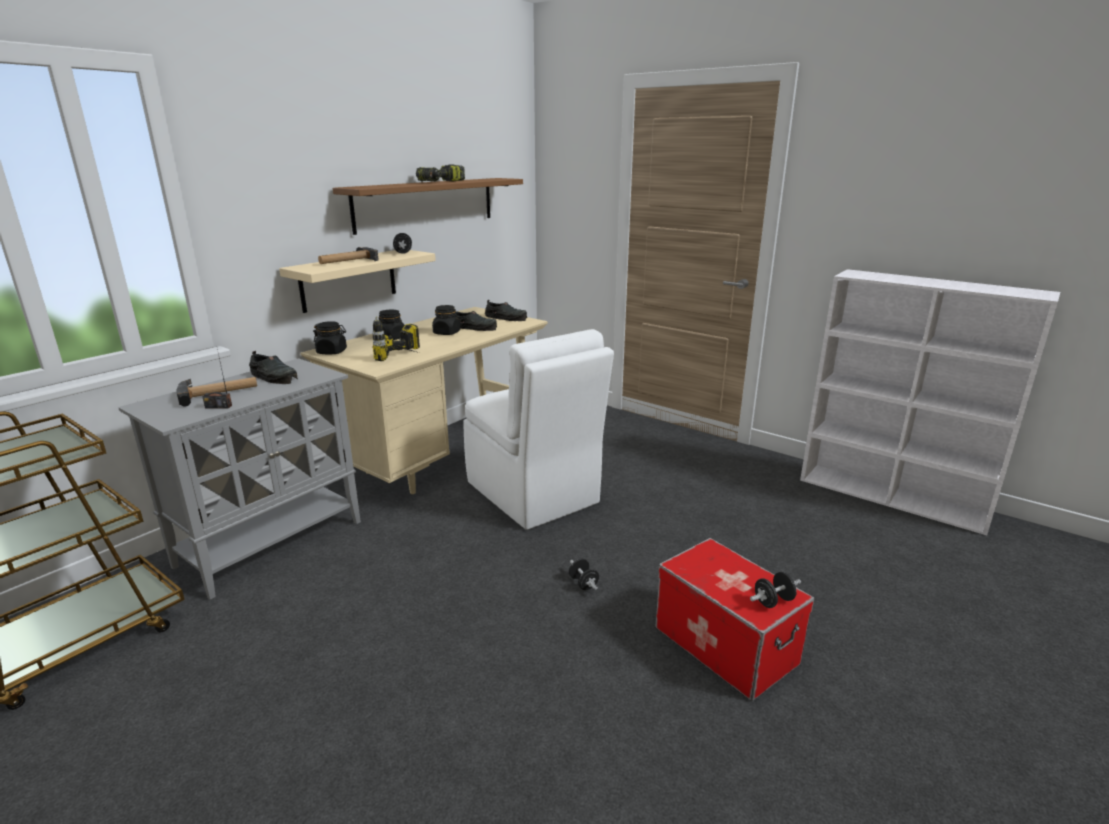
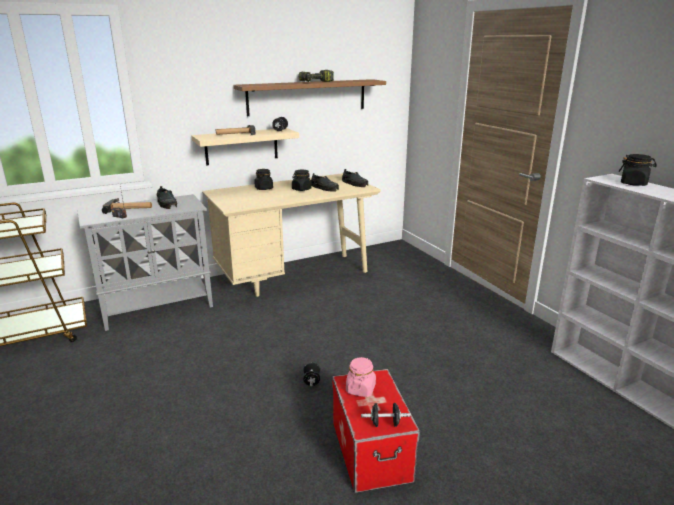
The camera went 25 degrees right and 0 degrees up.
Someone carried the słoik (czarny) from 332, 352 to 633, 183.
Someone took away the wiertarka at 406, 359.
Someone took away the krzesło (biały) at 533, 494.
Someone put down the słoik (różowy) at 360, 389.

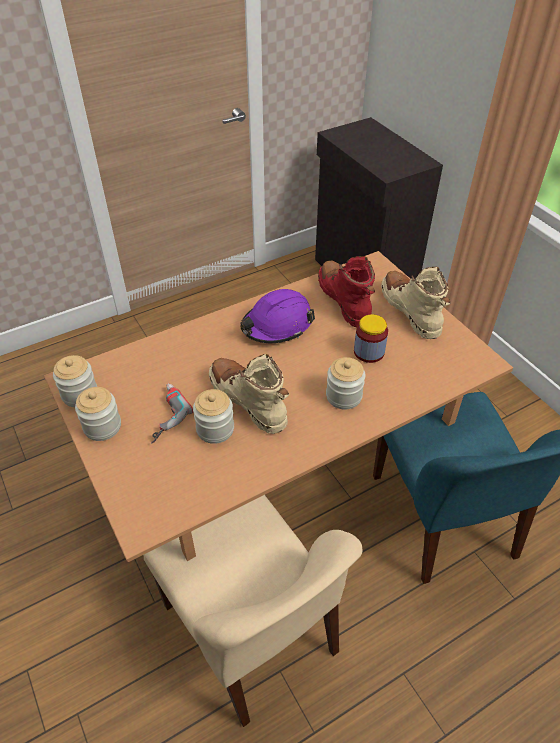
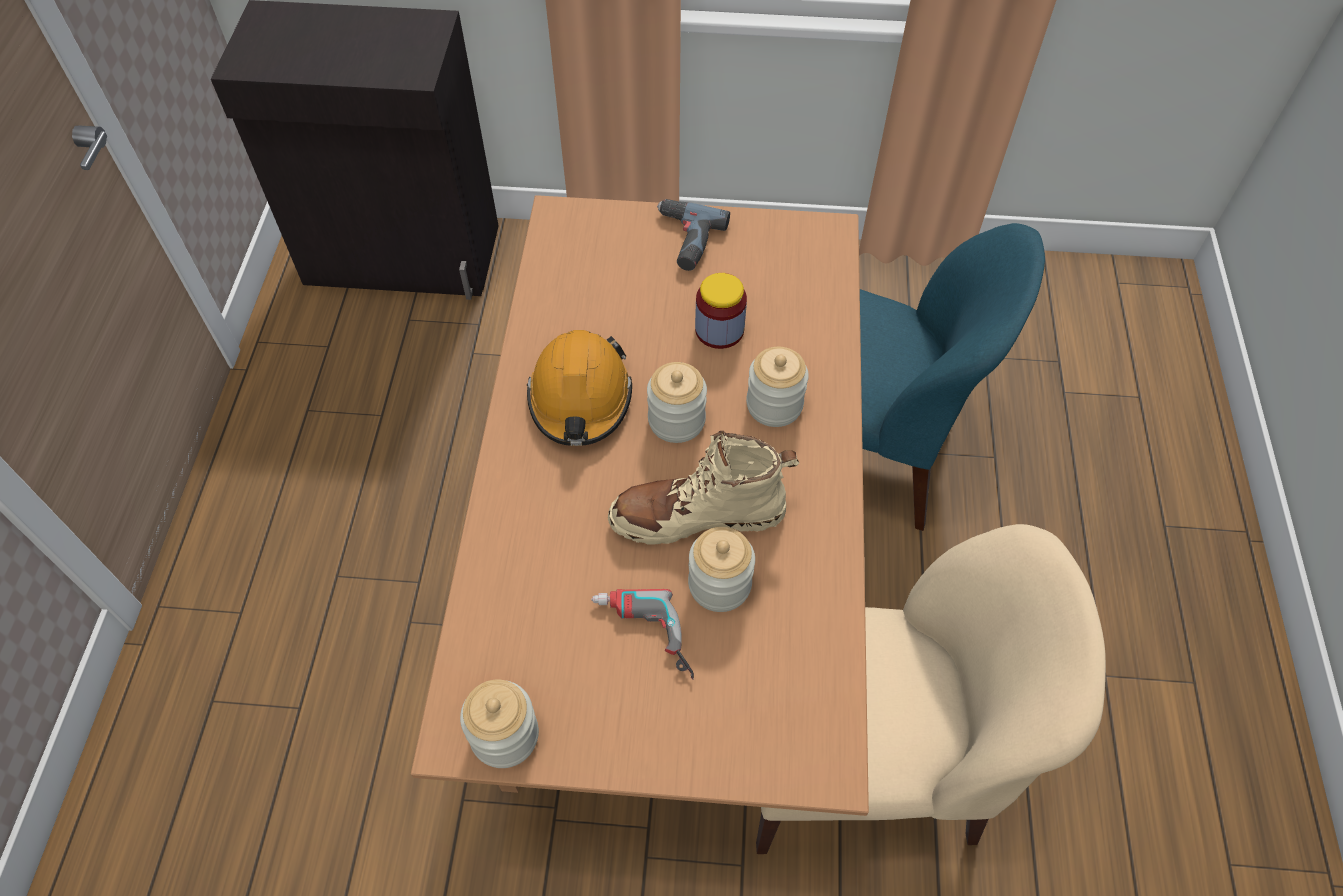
The camera went 55 degrees left and 10 degrees up.
Someone carried the słoik from 102, 426 to 676, 420.
Someone repainted the kask (fioletowy) at 277, 325, which became the kask (pomarańczowy) at 580, 398.
Someone took away the but z cholewką (czerwony) at 344, 300.
Someone swapped the but z cholewką (beżowy) at 410, 311 for the wiertarka at 684, 240.

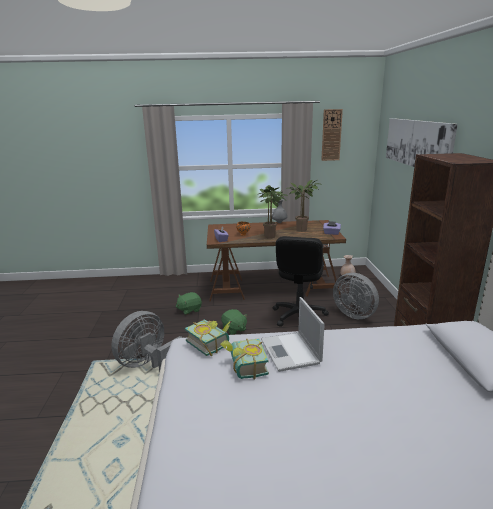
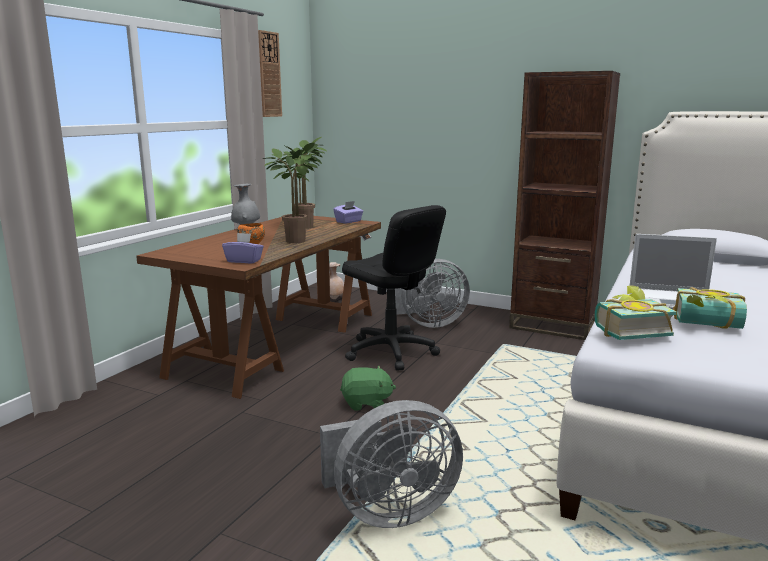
The camera went 60 degrees left and 5 degrees down.
Someone rotated the wentylator (szary) at 148, 365 by 90 degrees counterclockwise.
Someone took away the pluszak (zielony) at 189, 310.
Someone took away the obraz at 417, 143.

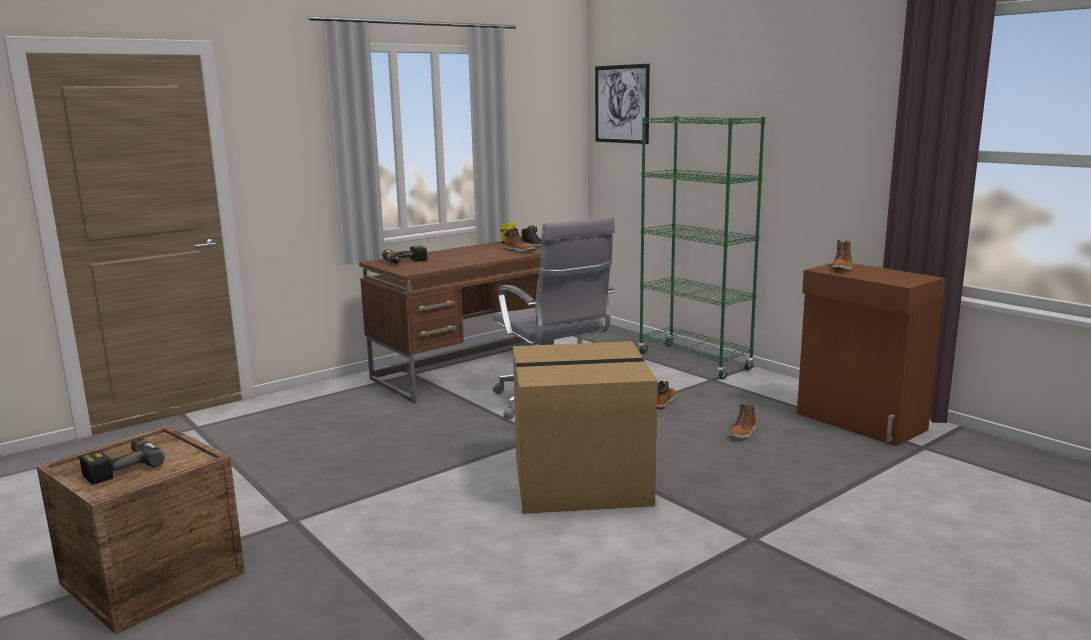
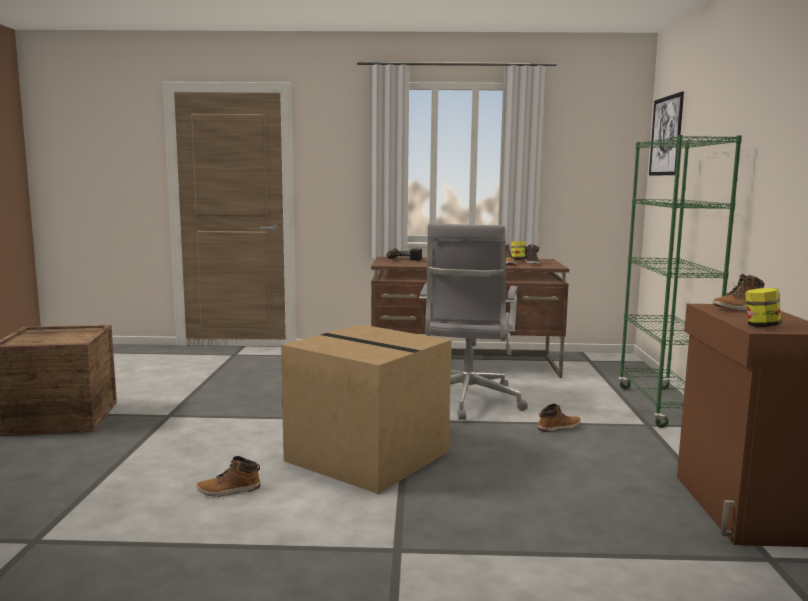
The camera went 40 degrees right and 5 degrees down.
Someone took away the wiertarka at 121, 467.
Someone carried the but z cholewką from 743, 433 to 229, 491.
Someone put down the słoik at 761, 326.

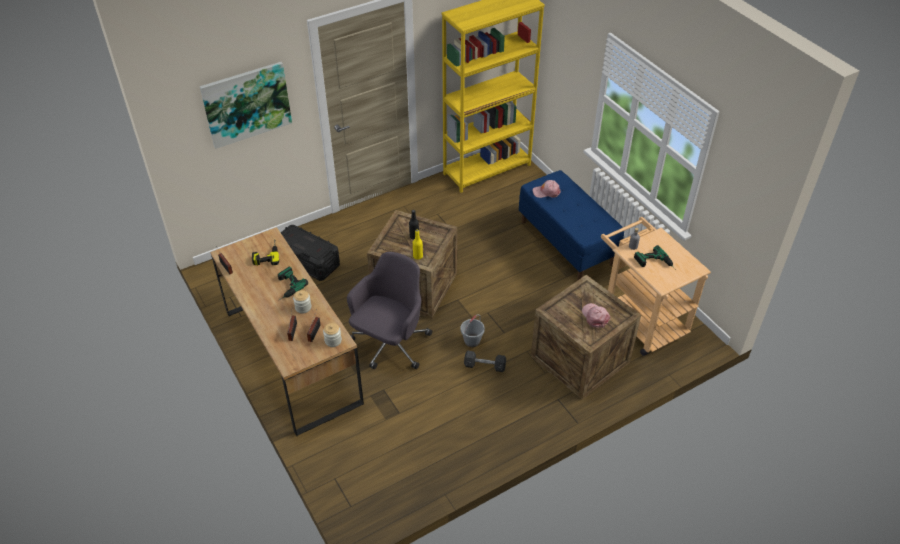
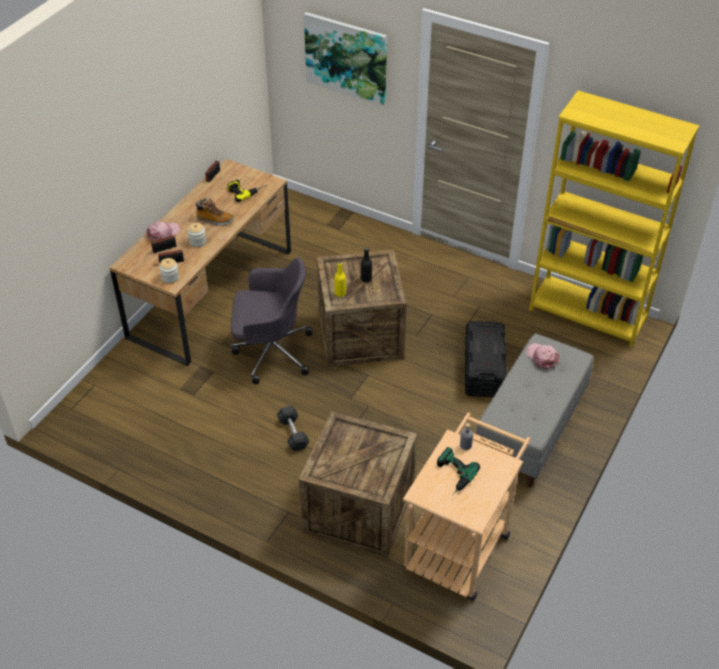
The camera went 60 degrees right and 0 degrees up.
Someone swapped the wiertarka at 286, 287 for the but z cholewką at 215, 220.
Someone carried the pojemnik do przechowywania (czarny) from 308, 261 to 483, 369.
Someone took away the wiadro (szary) at 472, 341.
Someone repainted the ławka (niebieski) at 567, 242, which became the ławka (szary) at 530, 431.
Someone carried the czapka z daszkiem (różowy) from 595, 316 to 163, 233.

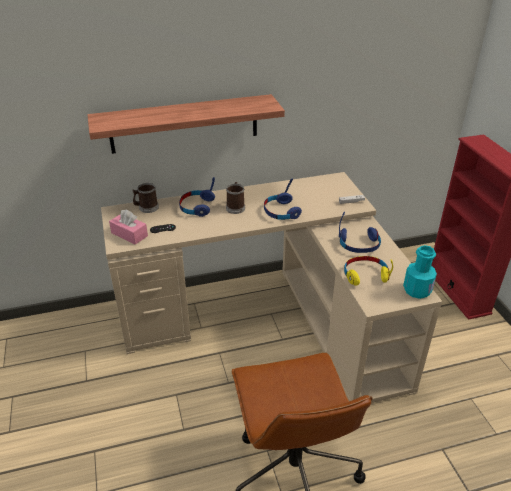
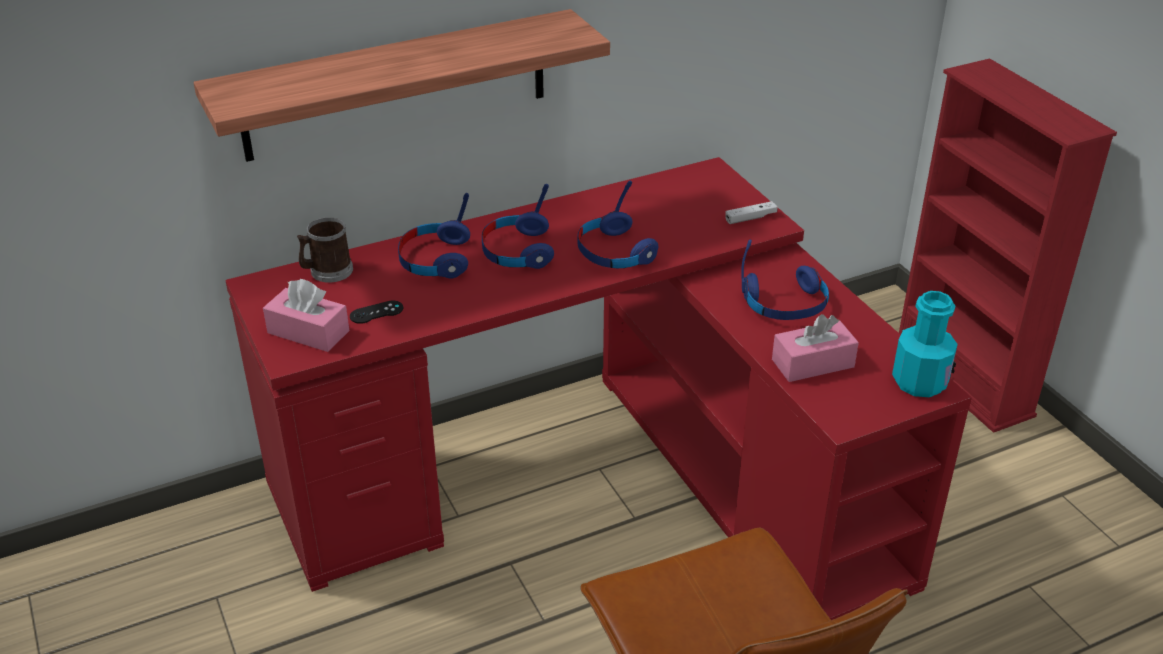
The camera went 10 degrees left and 0 degrees up.
Someone repainted the biurko (beżowy) at 273, 318, which became the biurko (czerwony) at 605, 477.
Someone swapped the kubek at 235, 207 for the słuchawki (niebieski) at 517, 251.
Someone swapped the słuchawki (żółty) at 365, 275 for the pudełko chusteczek (różowy) at 812, 363.

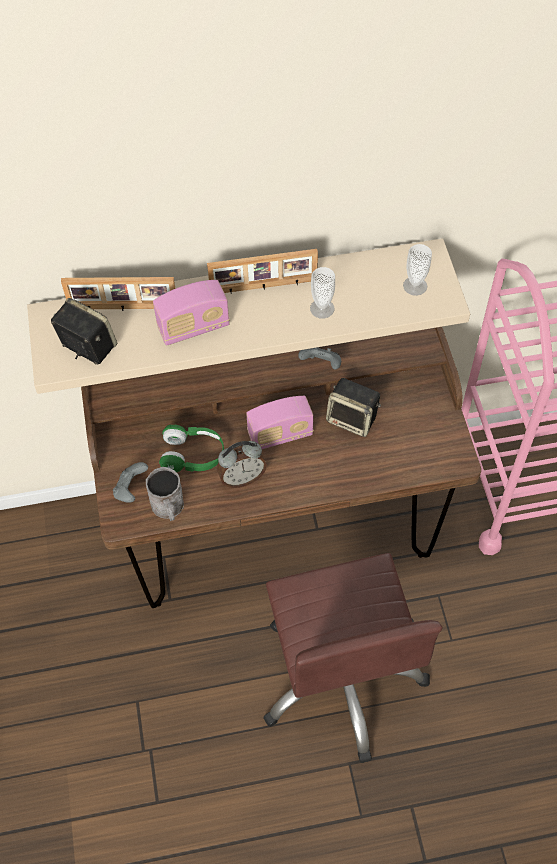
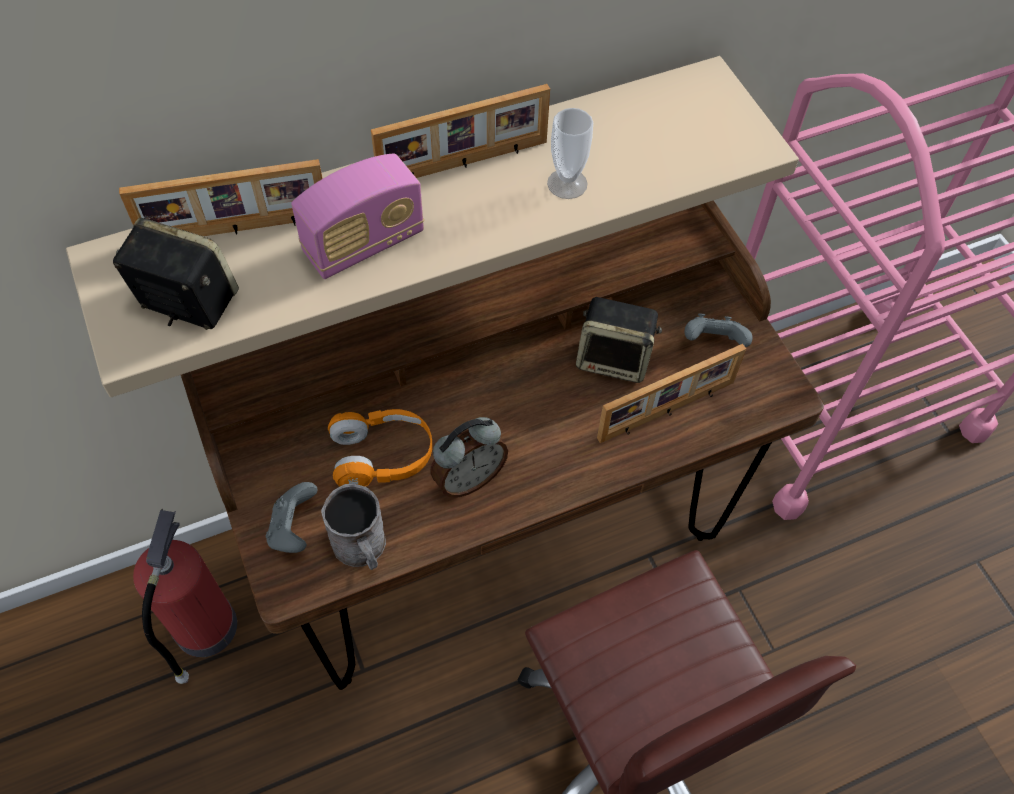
The camera went 15 degrees left and 0 degrees up.
Someone repainted the słuchawki (zielony) at 193, 455, which became the słuchawki (pomarańczowy) at 382, 456.
Someone took away the radio at 280, 435.
Someone carried the pad do gier (szary) from 321, 364 to 713, 342.
Someone took away the filiżanka at 415, 286.
Someone put down the gaśnica at 204, 630.
Someone put down the ramka na zdjęcie at 667, 412.

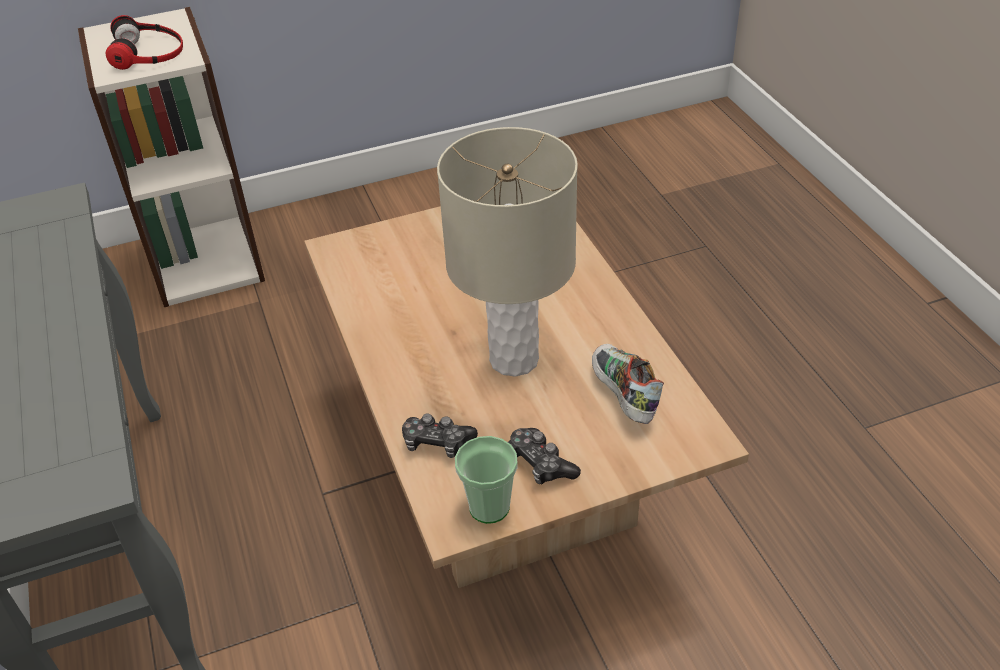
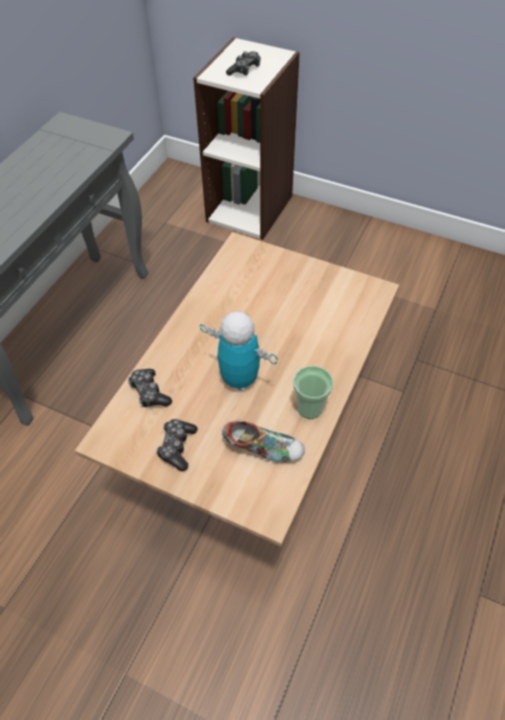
The camera went 45 degrees right and 10 degrees up.
Someone swapped the słuchawki at 148, 51 for the pad do gier at 244, 70.
Someone swapped the lampa stołowa (beżowy) at 513, 360 for the robot zabawkowy at 239, 379.
Someone carried the filiżanka from 489, 507 to 310, 408.
Someone rotated the but at 622, 396 by 75 degrees clockwise.

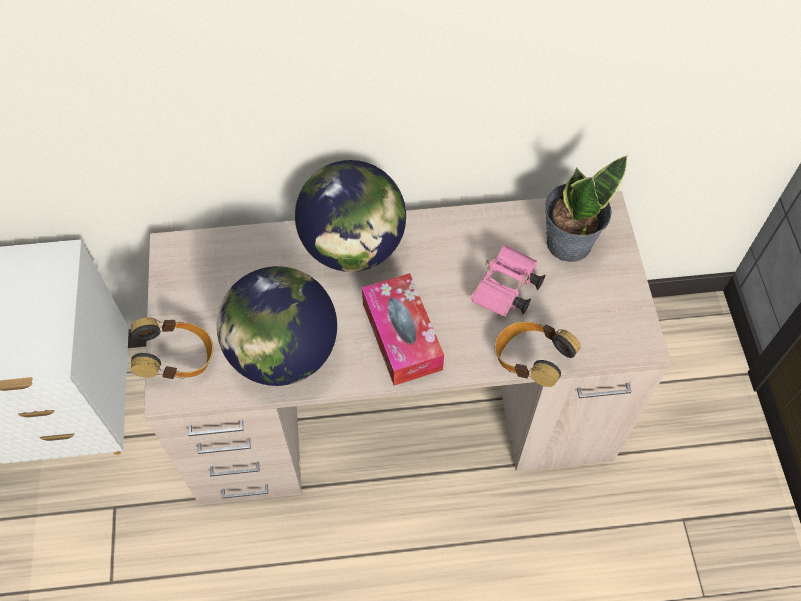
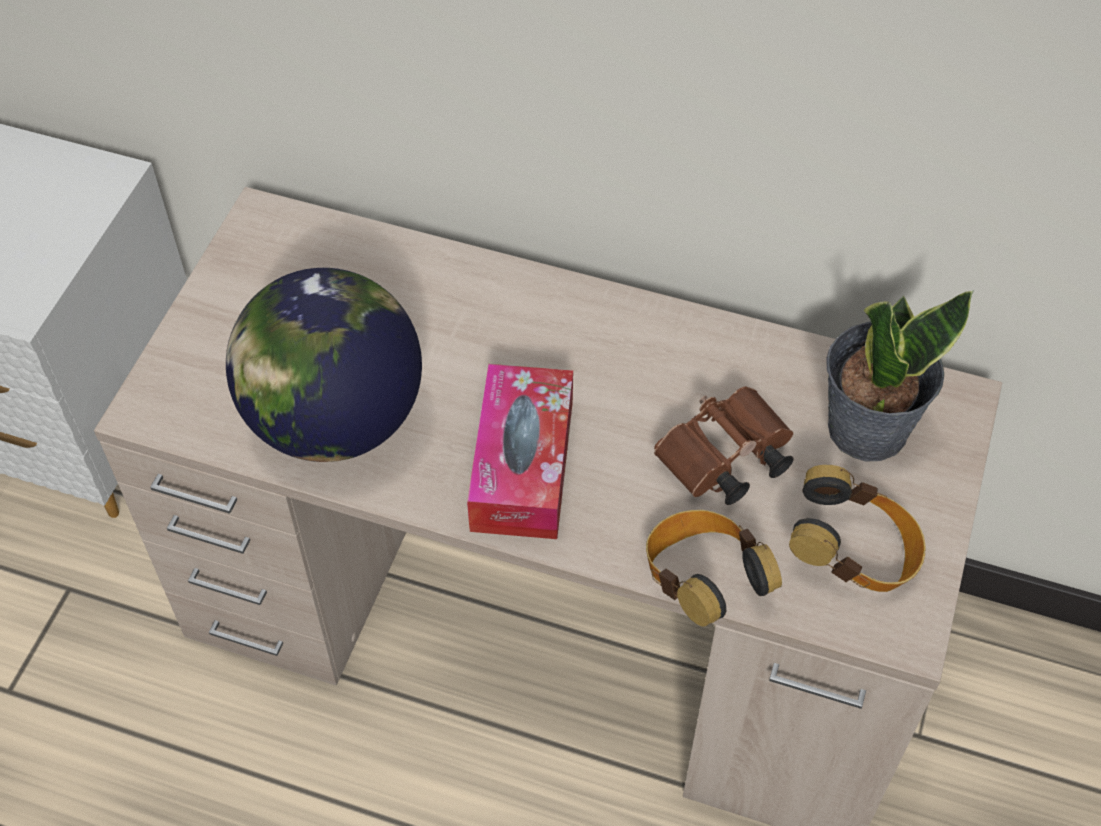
The camera went 25 degrees right and 5 degrees down.
Someone carried the słuchawki from 178, 359 to 853, 554.
Someone took away the globus at 353, 247.
Someone repainted the lornetka (różowy) at 506, 291, which became the lornetka (brązowy) at 723, 462.

